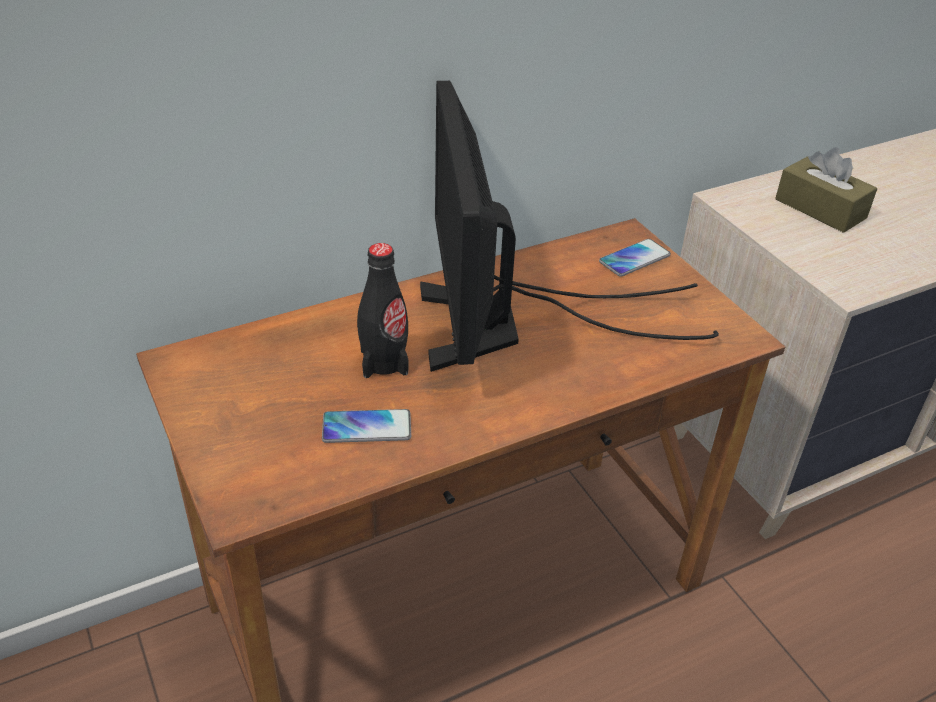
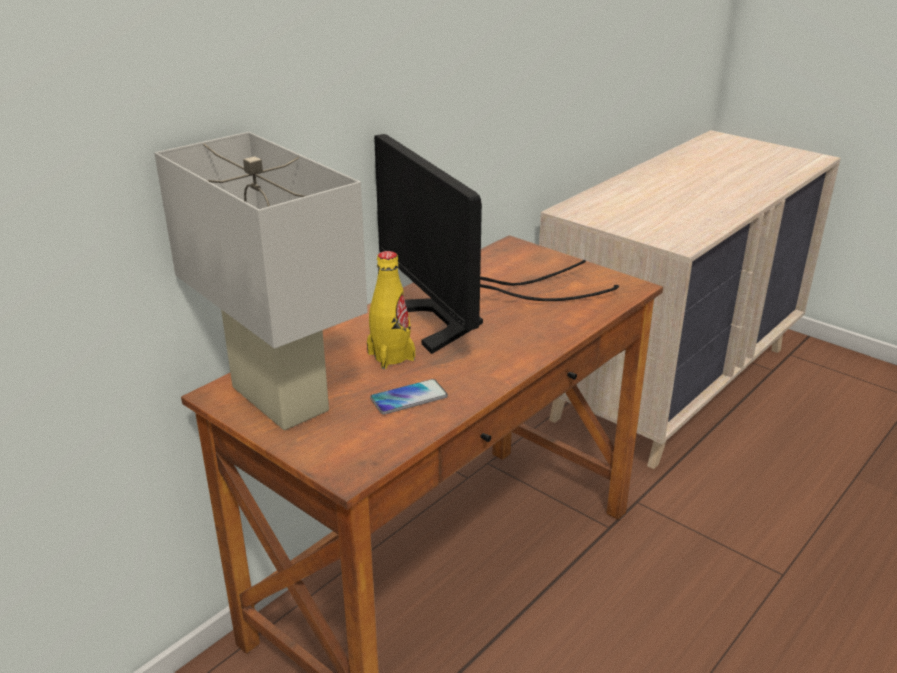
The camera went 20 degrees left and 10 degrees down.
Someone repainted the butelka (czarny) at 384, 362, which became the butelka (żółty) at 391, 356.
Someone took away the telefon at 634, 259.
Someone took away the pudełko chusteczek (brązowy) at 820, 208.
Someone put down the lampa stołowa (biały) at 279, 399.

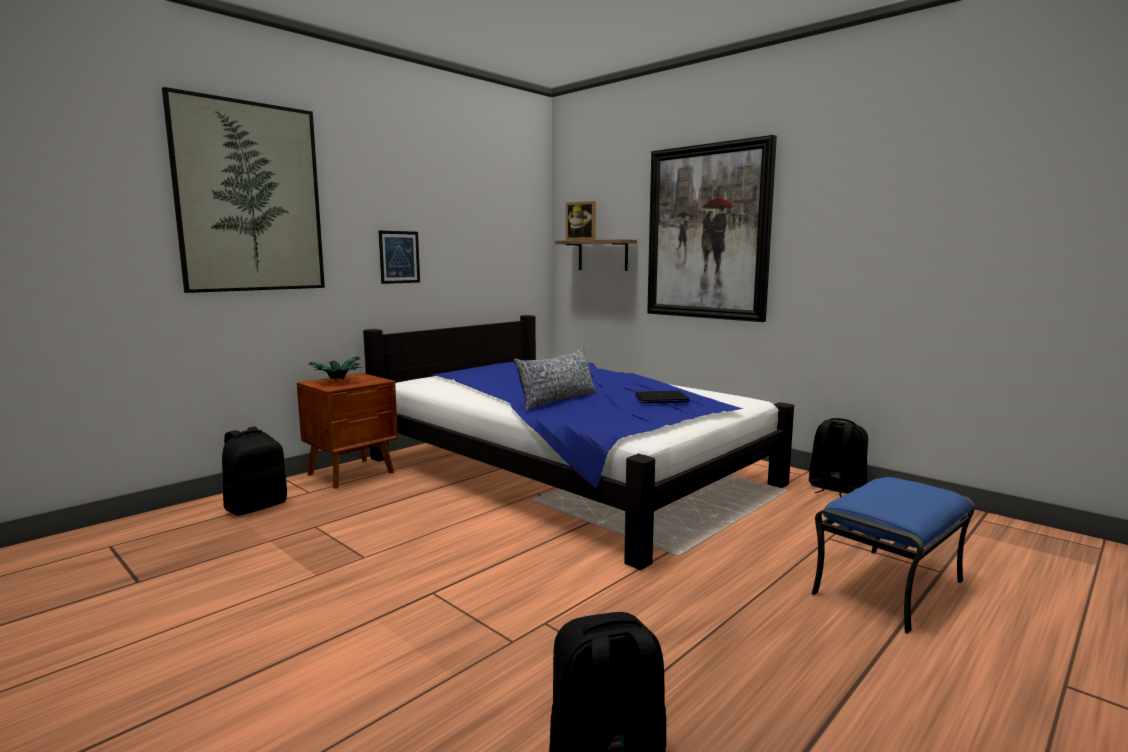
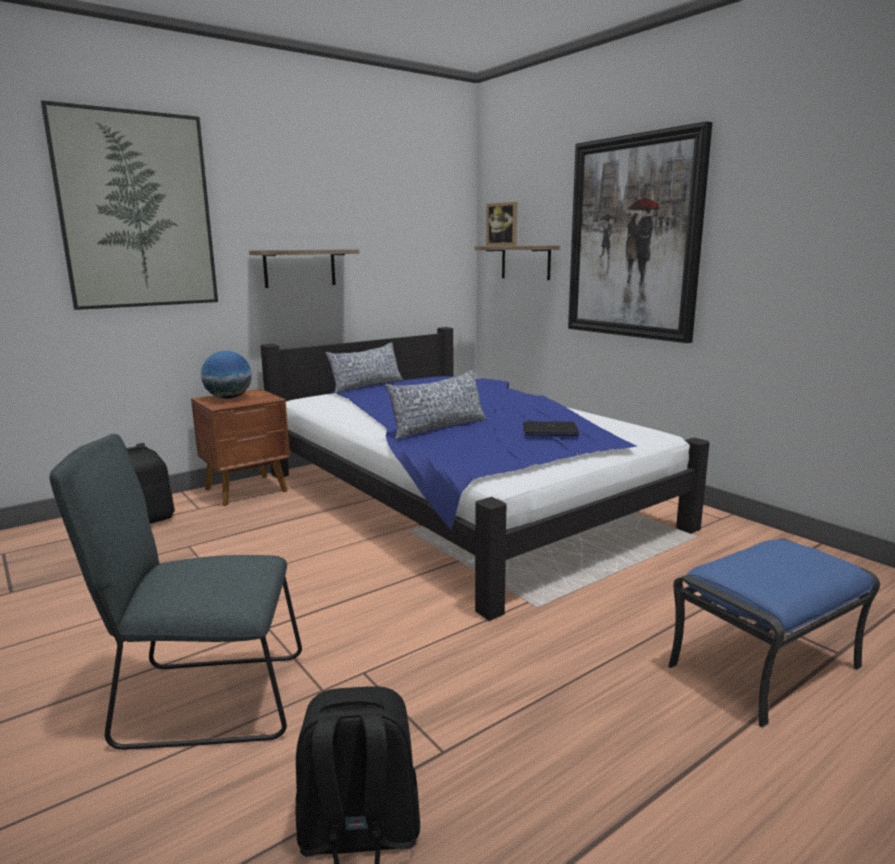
The camera went 10 degrees right and 5 degrees up.
Someone swapped the roślina doniczkowa at 336, 381 for the globus at 229, 398.
Someone swapped the obraz at 399, 257 for the półka at 300, 268.
Someone took away the plecak (czarny) at 835, 489.
Someone put down the krzesło (szary) at 203, 701.
Someone put down the poduszka at 366, 385.

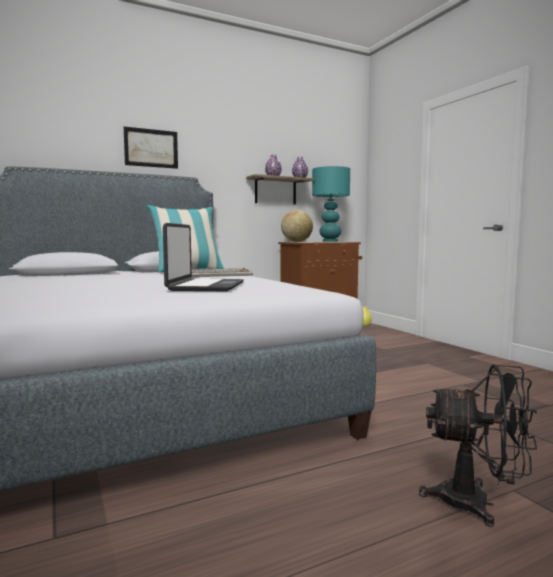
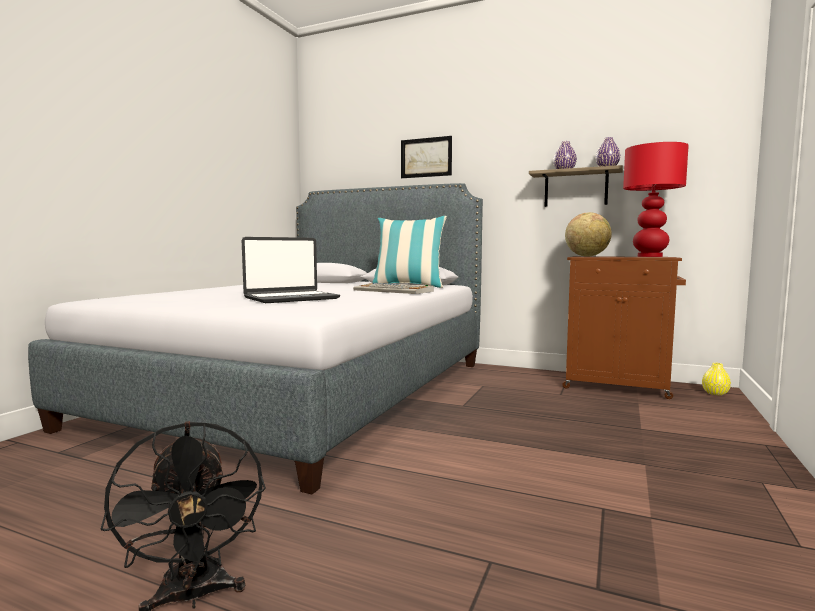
The camera went 50 degrees right and 0 degrees up.
Someone repainted the lampa stołowa (turkusowy) at 330, 241, which became the lampa stołowa (czerwony) at 649, 256.

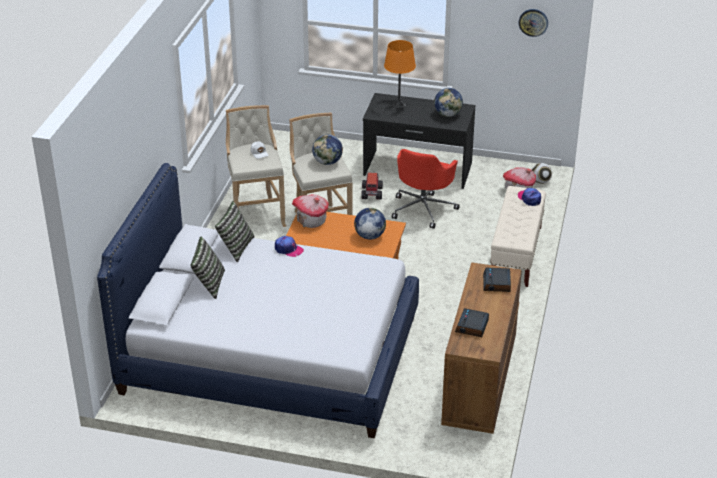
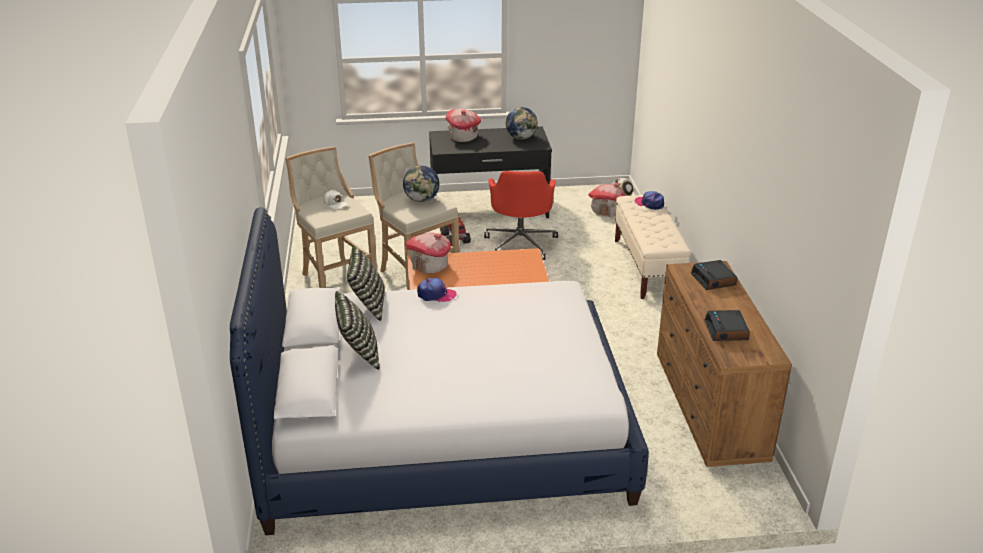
The camera went 20 degrees left and 5 degrees down.
Someone took away the globus at 369, 236.
Someone swapped the lampa stołowa (pomarańczowy) at 399, 104 for the domek at 463, 137.
Someone took away the zegar ścienny at 533, 22.

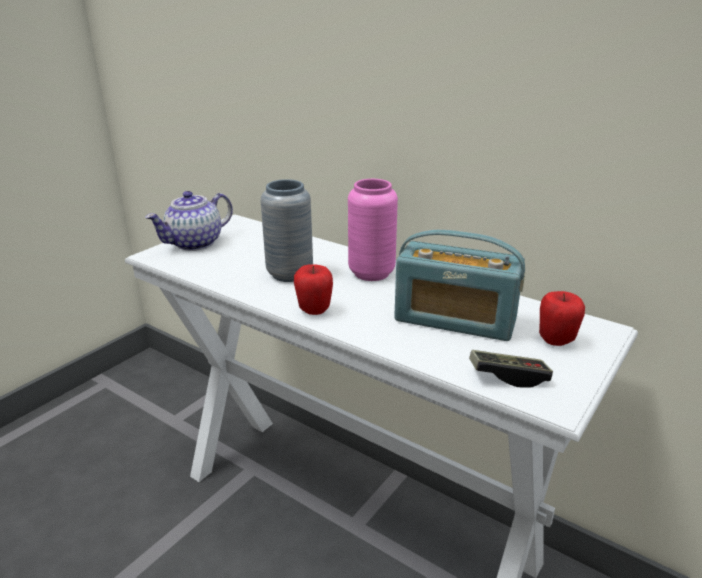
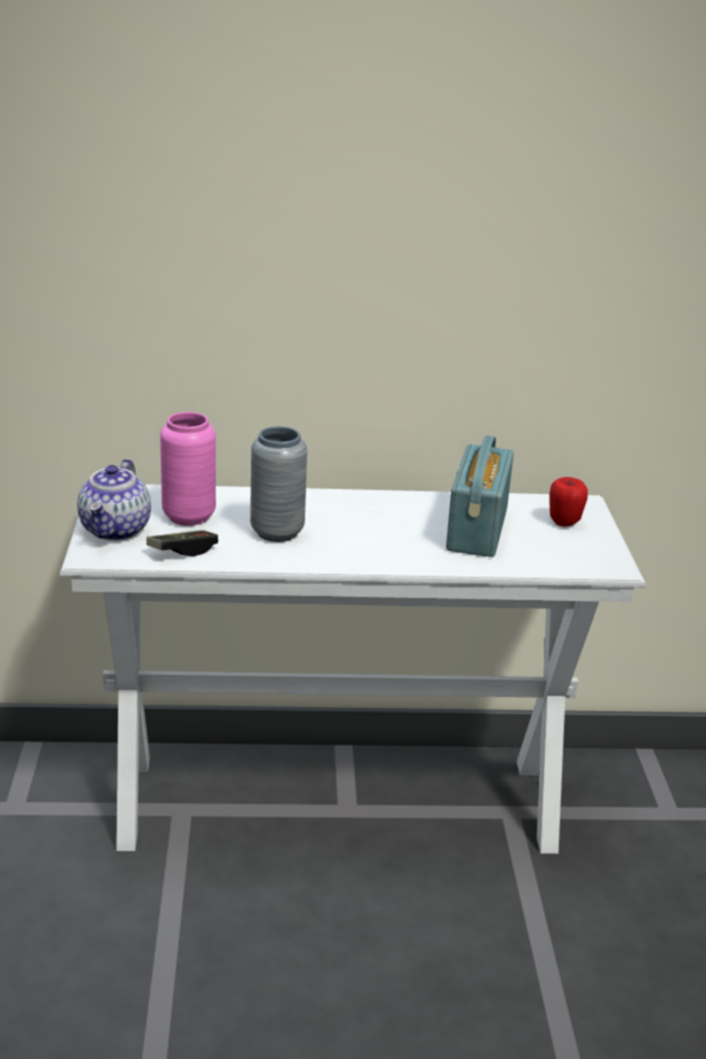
The camera went 40 degrees left and 0 degrees up.
Someone took away the jabłko at 314, 311.
Someone carried the wazon (różowy) from 371, 273 to 189, 516.
Someone rotated the radio at 455, 320 by 120 degrees clockwise.
Someone carried the pad do gier from 508, 376 to 182, 551.

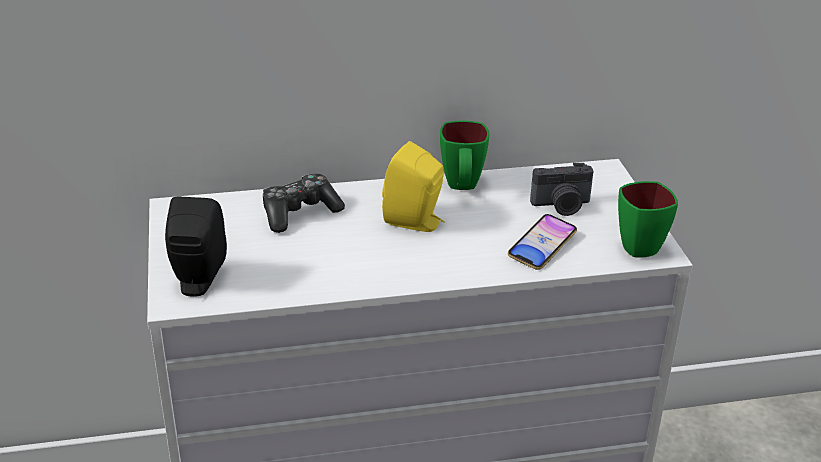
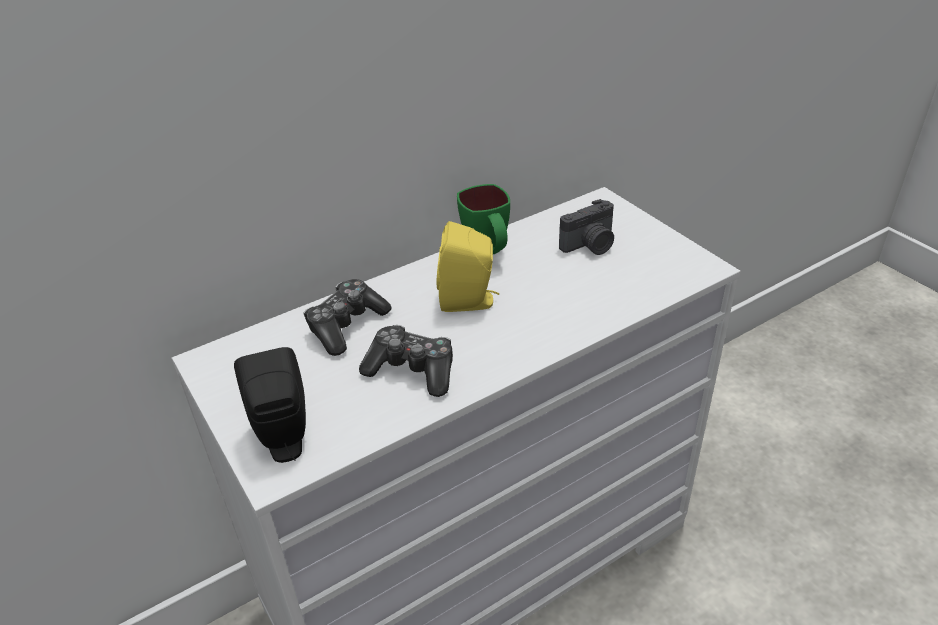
The camera went 20 degrees left and 5 degrees up.
Someone took away the telefon at 542, 246.
Someone took away the kubek (zielony) at 635, 243.
Someone put down the pad do gier at 412, 370.

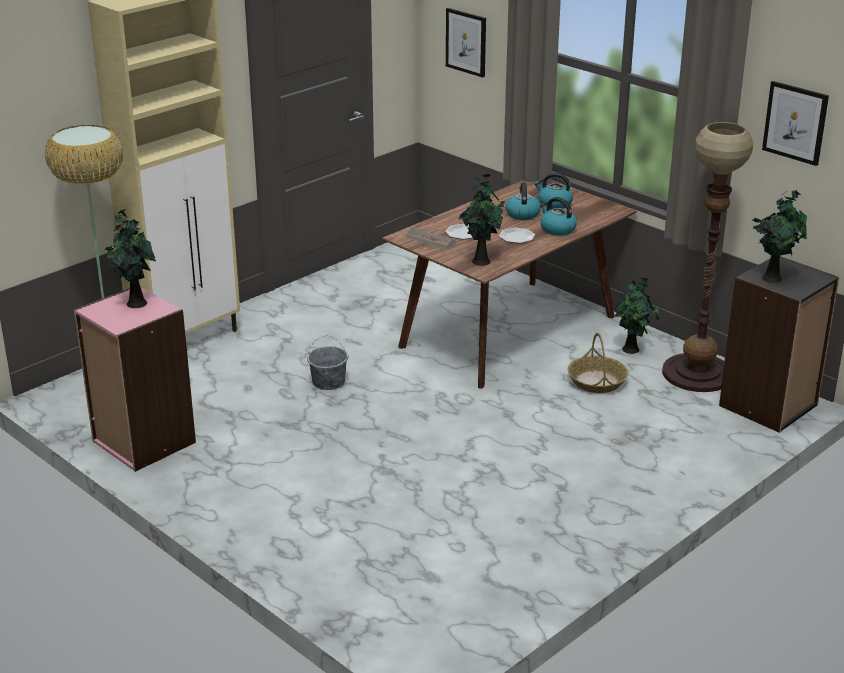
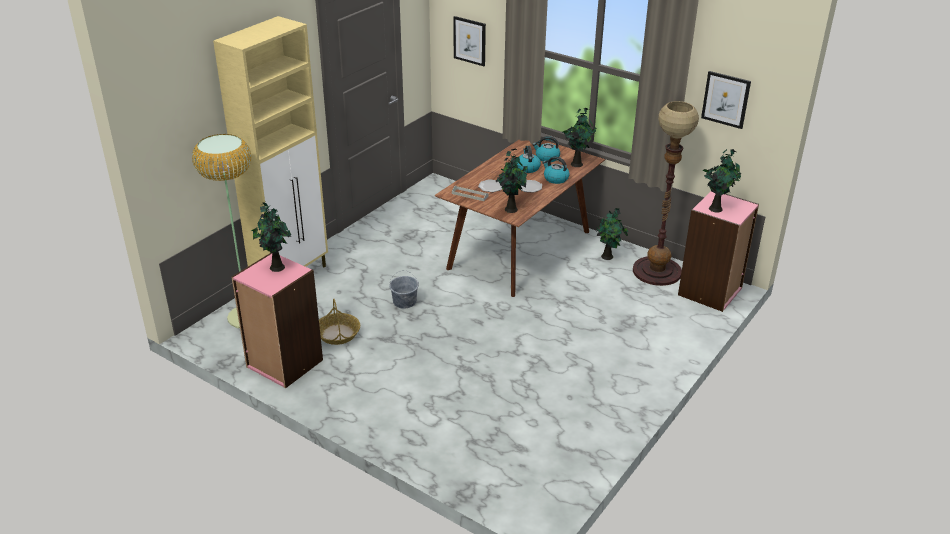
The camera went 10 degrees left and 5 degrees up.
Someone carried the koszyk from 597, 382 to 338, 334.
Someone repainted the regał (czarny) at 769, 406, which became the regał (różowy) at 710, 292.
Someone put down the roślina doniczkowa at 577, 163.

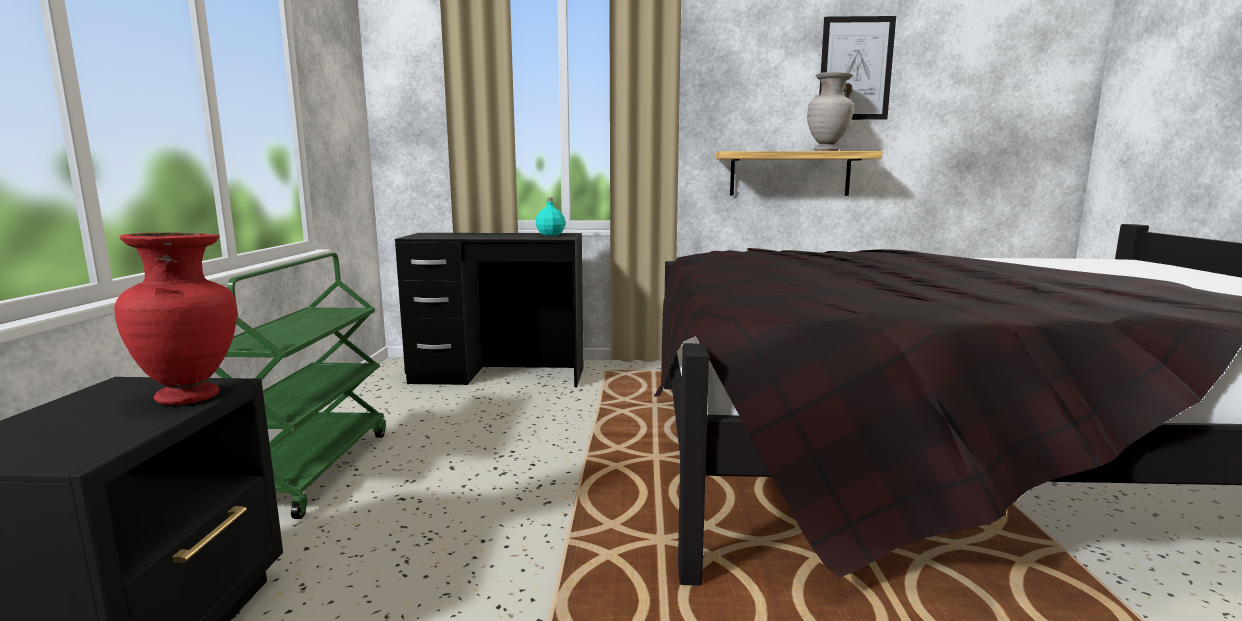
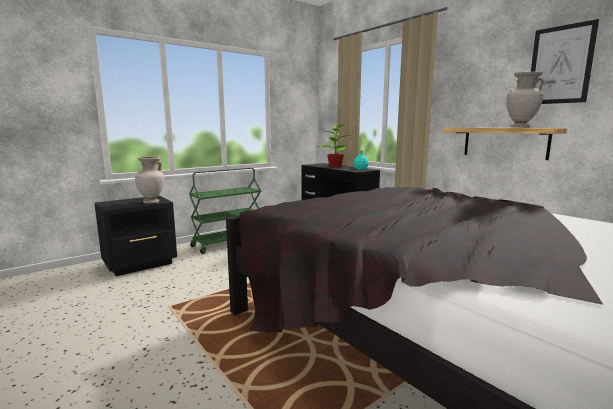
The camera went 50 degrees right and 0 degrees up.
Someone repainted the wazon (czerwony) at 191, 397, which became the wazon (beżowy) at 152, 202.
Someone put down the roślina doniczkowa at 335, 166.

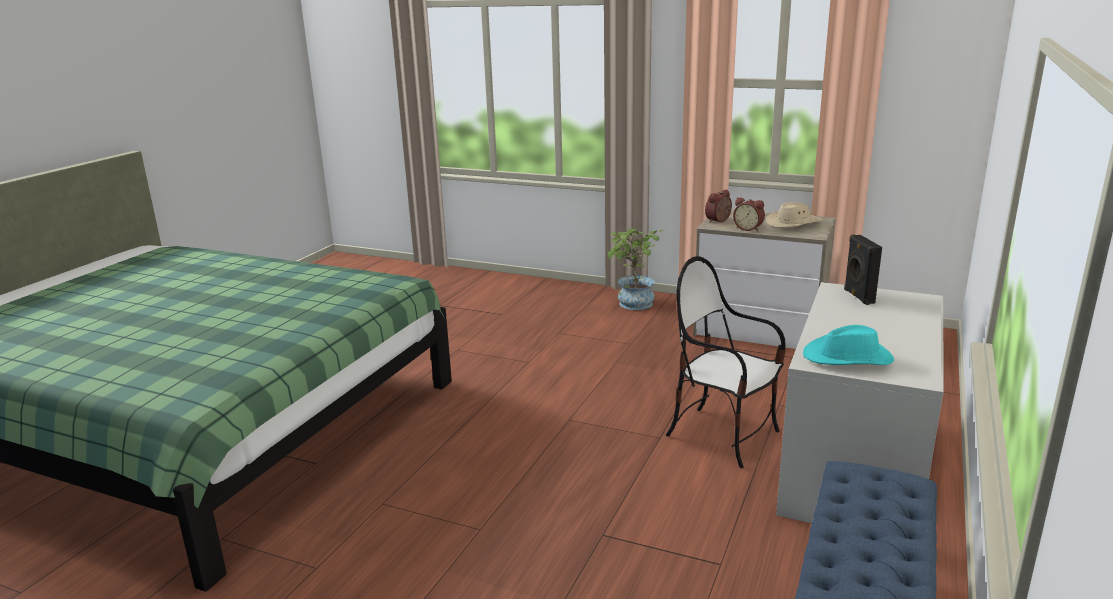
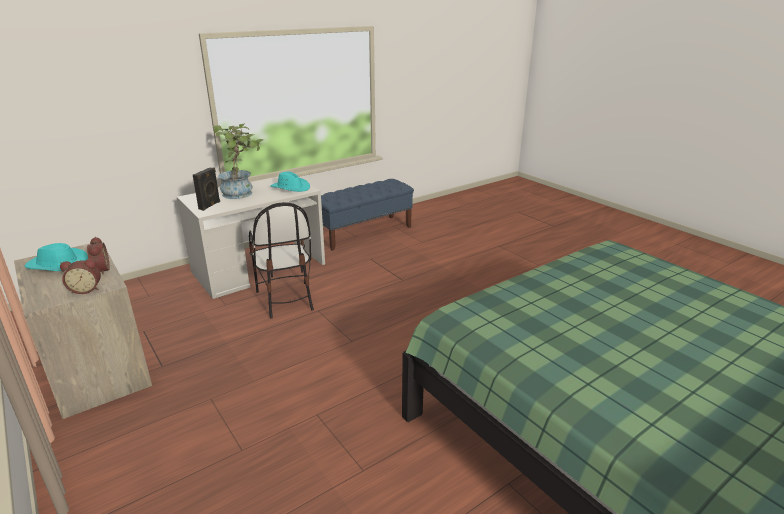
The camera went 150 degrees left and 5 degrees up.
Someone carried the roślina doniczkowa from 633, 305 to 242, 193.
Someone repainted the kapelusz (beżowy) at 794, 223, which became the kapelusz (turkusowy) at 57, 264.

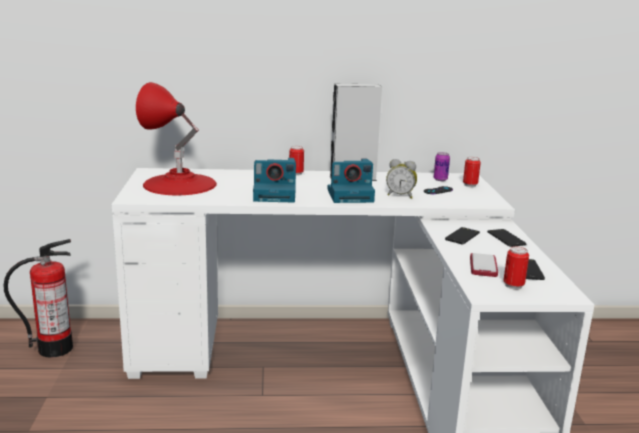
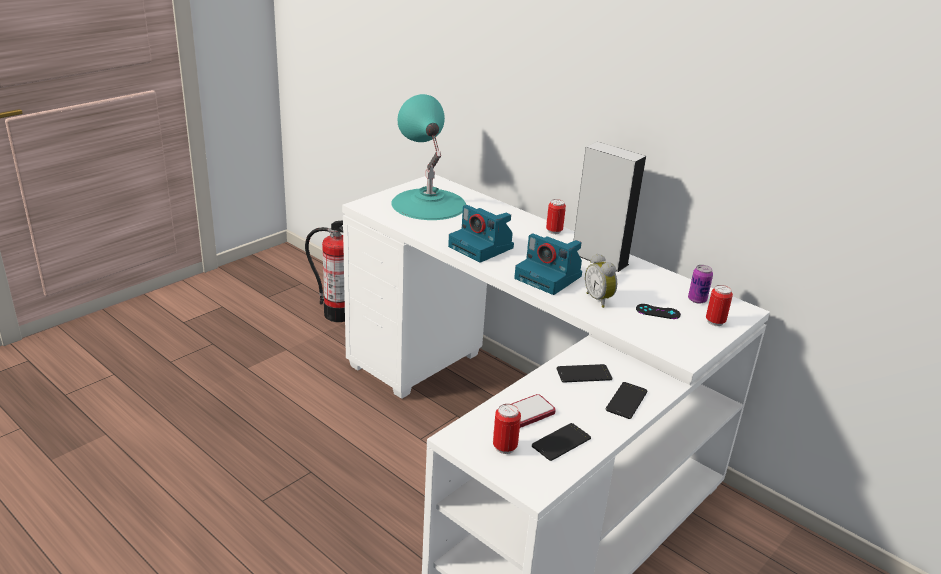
The camera went 45 degrees right and 10 degrees up.
Someone repainted the lampa stołowa (czerwony) at 179, 184, which became the lampa stołowa (turkusowy) at 428, 204.

